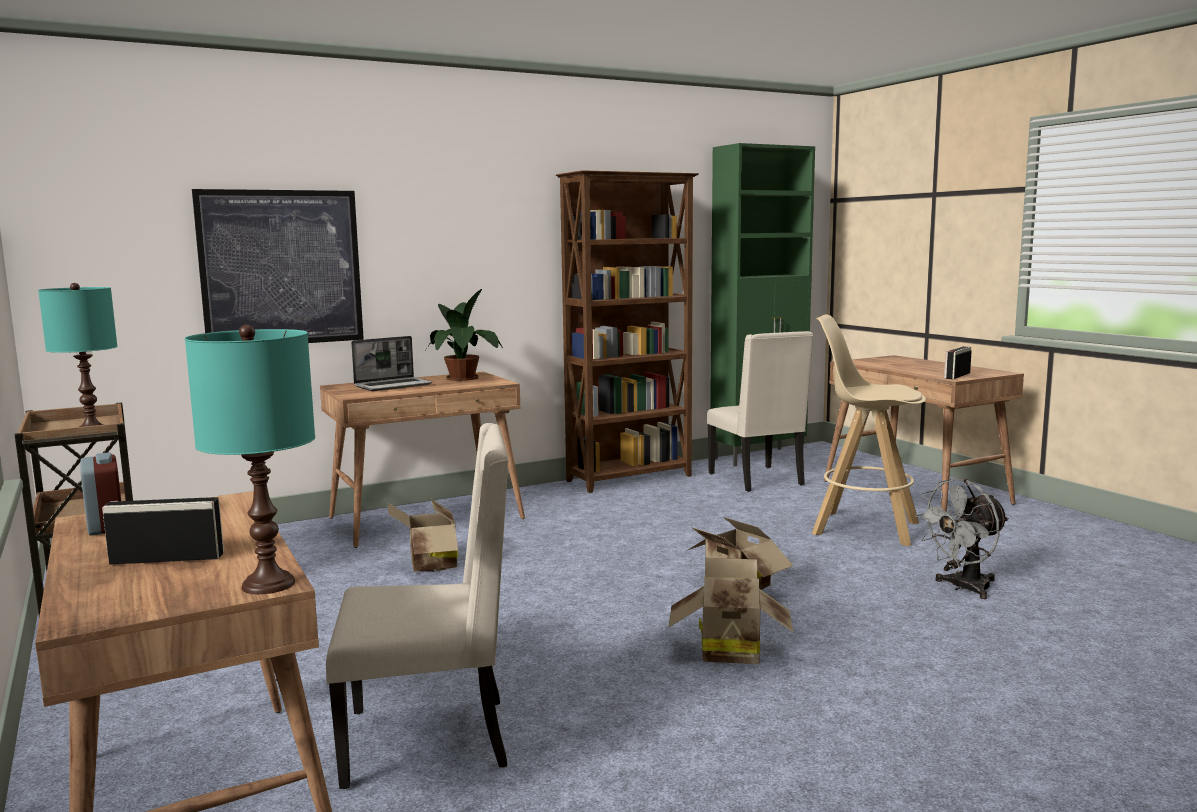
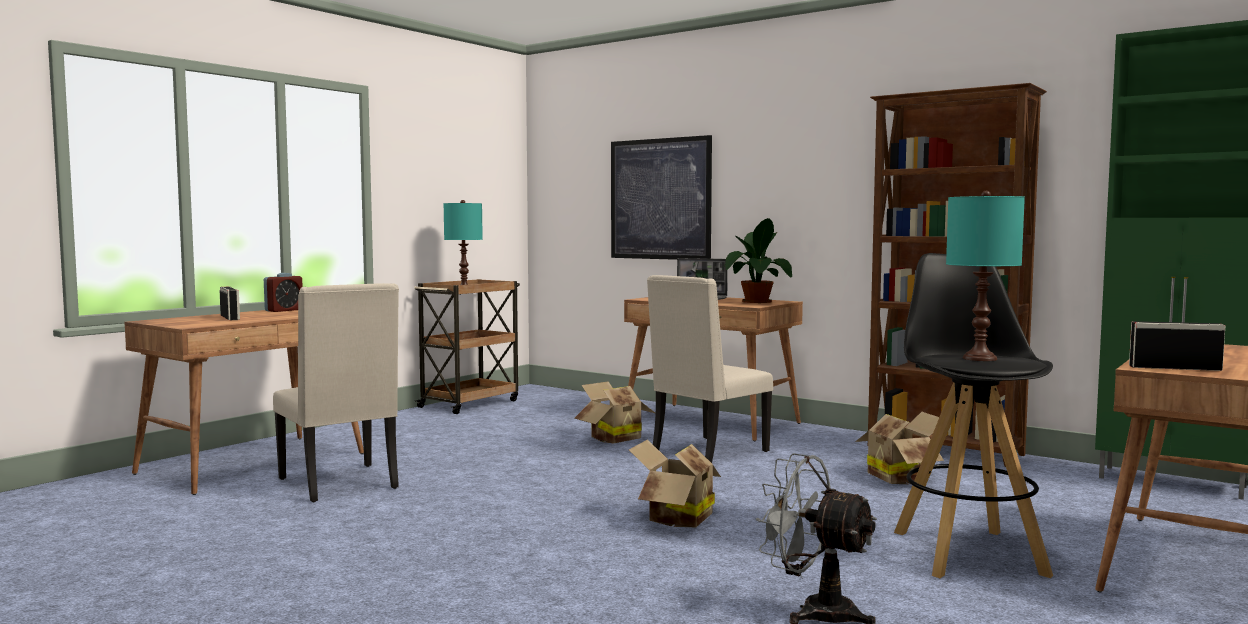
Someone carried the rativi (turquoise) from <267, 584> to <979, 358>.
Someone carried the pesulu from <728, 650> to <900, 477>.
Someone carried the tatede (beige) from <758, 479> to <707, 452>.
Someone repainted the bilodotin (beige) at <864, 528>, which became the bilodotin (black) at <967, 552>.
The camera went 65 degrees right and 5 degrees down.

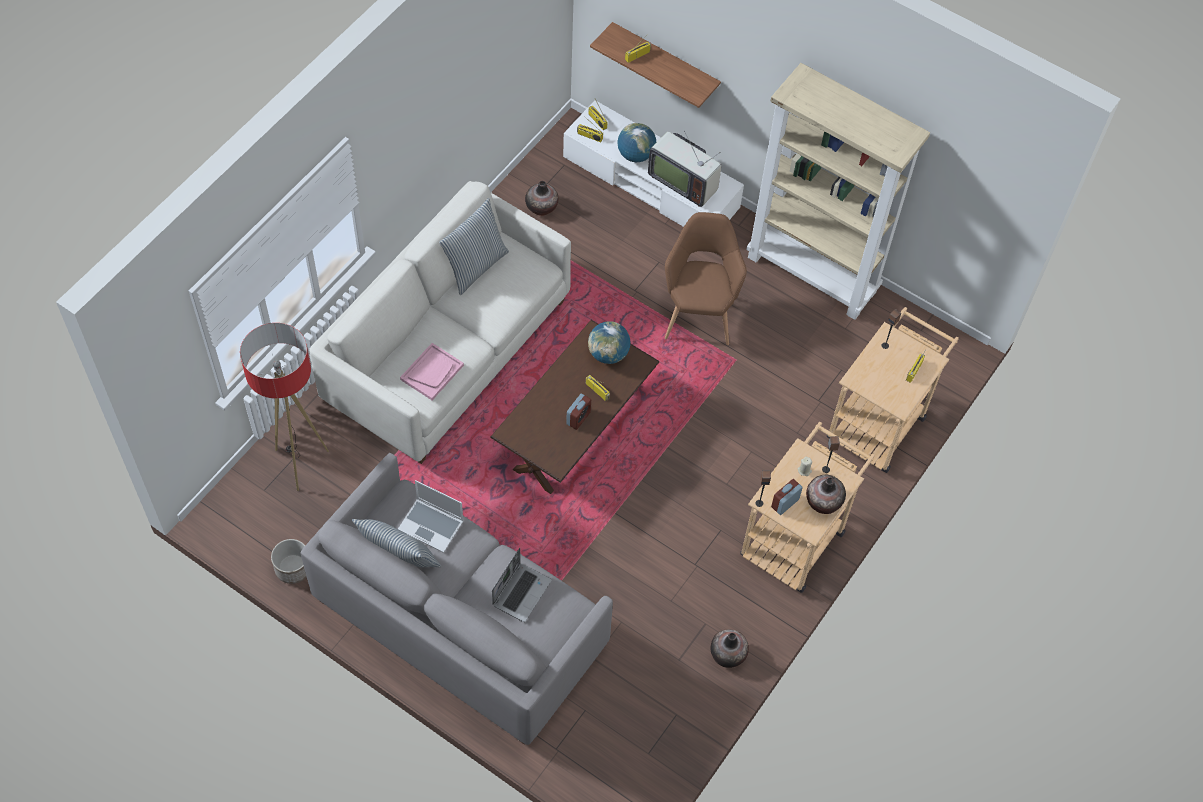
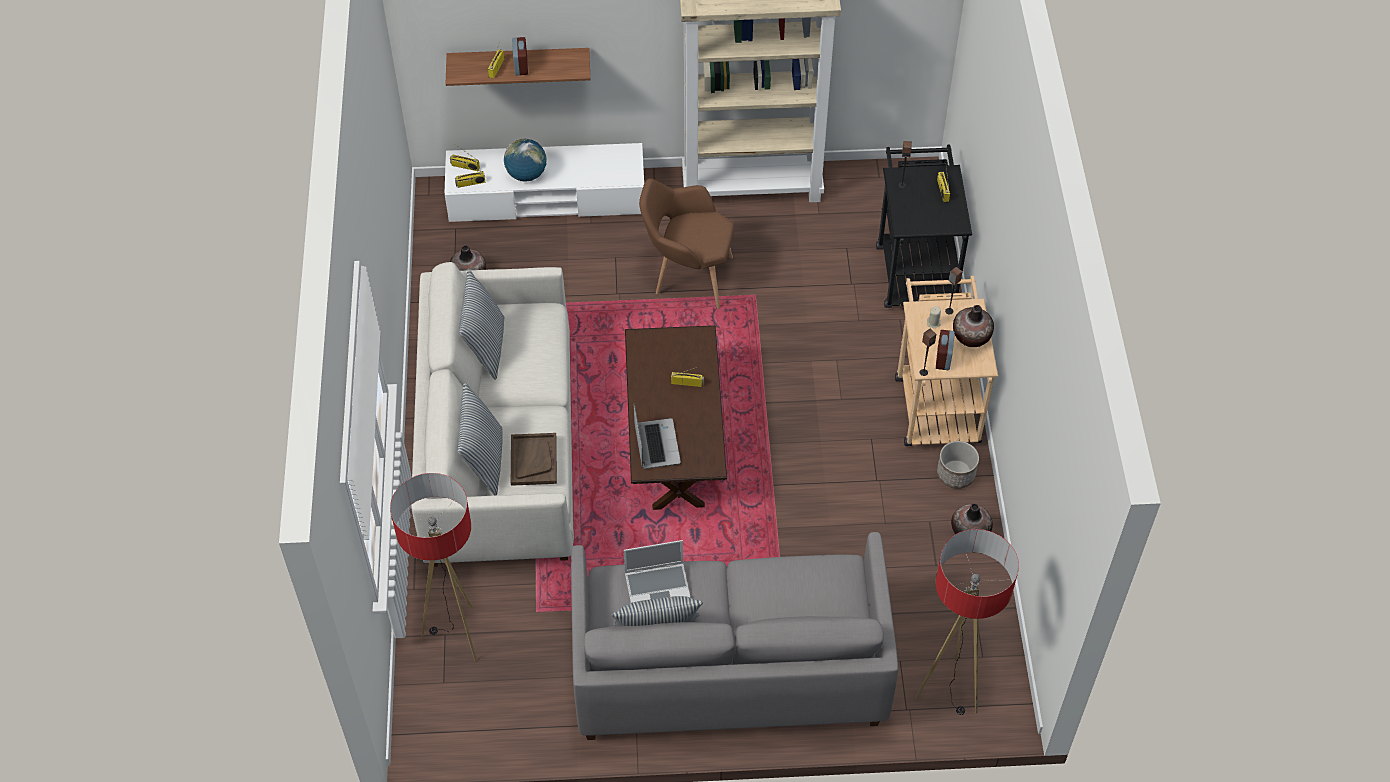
Someone carried the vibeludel from <293, 568> to <955, 474>.
Someone repainted the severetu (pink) at <432, 372>, which became the severetu (brown) at <533, 460>.
Someone carried the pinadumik from <521, 592> to <656, 444>.
Someone carried the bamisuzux from <578, 418> to <521, 66>.
Someone took away the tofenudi at <608, 354>.
Someone took away the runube at <683, 181>.
Someone rotated the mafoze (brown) at <699, 312> by 45 degrees counterclockwise.
Someone repainted the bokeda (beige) at <880, 421>, which became the bokeda (black) at <914, 267>.
Someone put down the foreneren at <484, 461>.
Someone put down the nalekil at <949, 690>.
The camera went 35 degrees left and 5 degrees down.

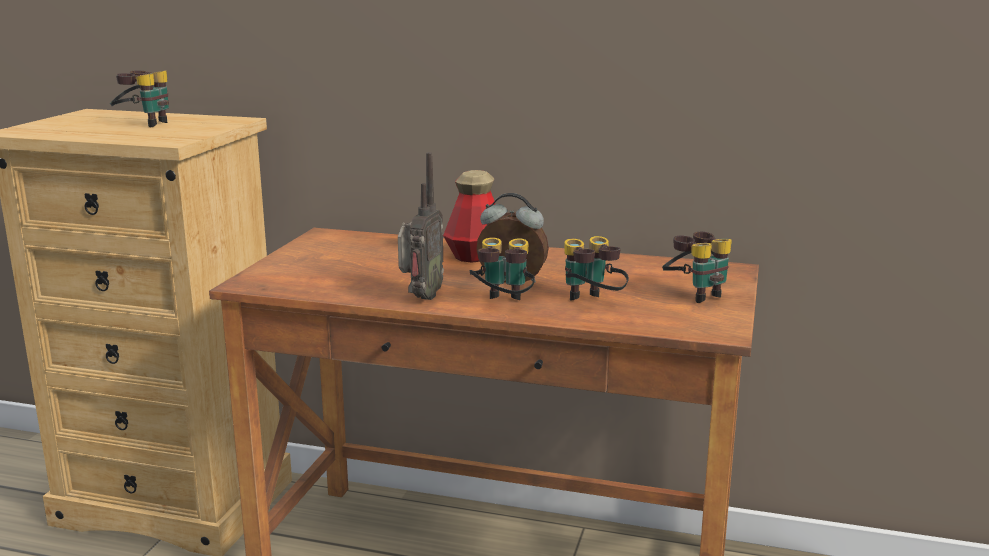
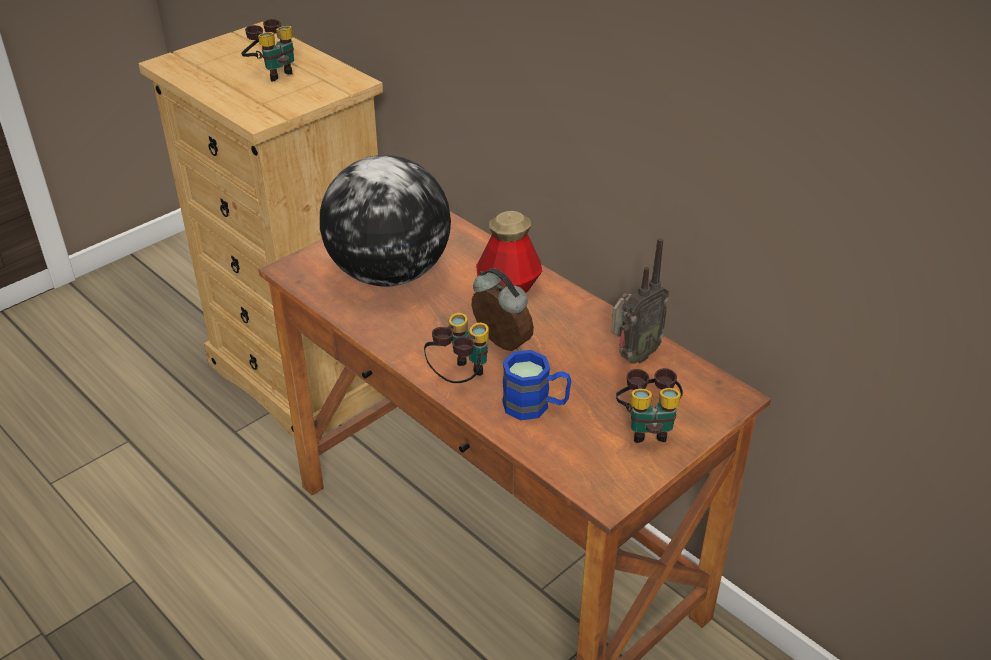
Someone carried the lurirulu from <420, 298> to <633, 356>.
Someone swapped the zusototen at <591, 304> for the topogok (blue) at <535, 405>.
Someone put down the tofenudi at <390, 274>.
The camera went 30 degrees right and 20 degrees up.

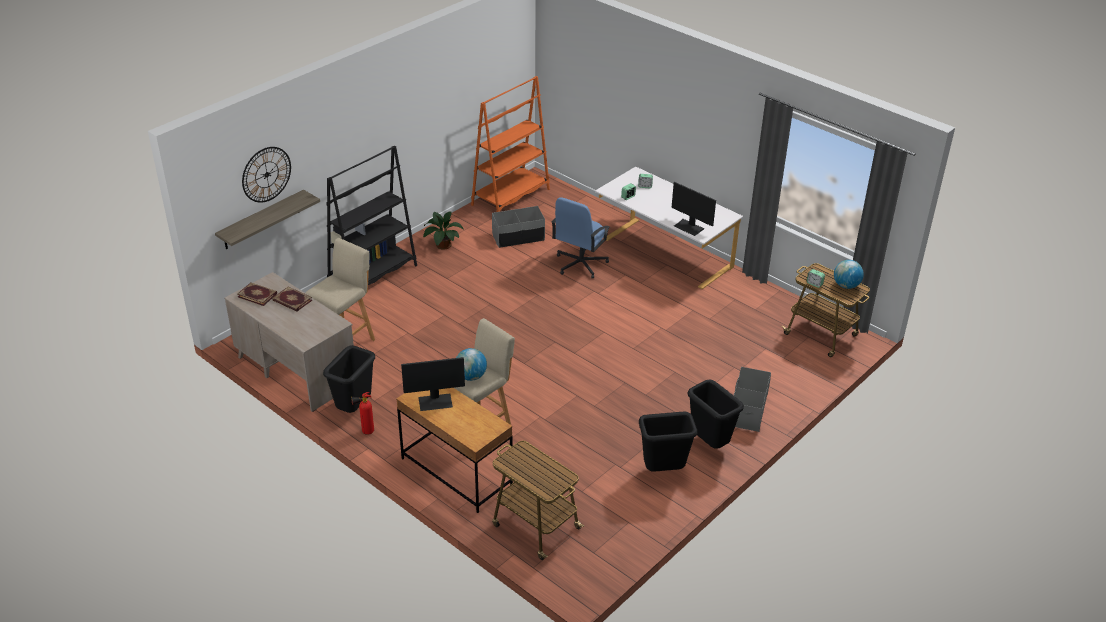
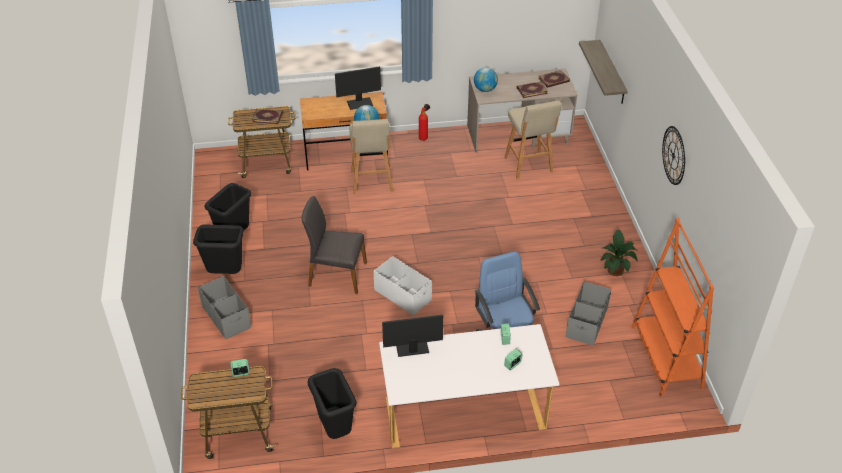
Someone carried the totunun from <266, 174> to <673, 155>.
Someone carried the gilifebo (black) from <354, 408> to <335, 430>.
Someone took away the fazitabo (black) at <373, 275>.
Someone rotated the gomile at <435, 402> by 135 degrees counterclockwise.
Someone carried the tofenudi from <846, 285> to <485, 89>.
Someone put down the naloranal at <267, 117>.
Someone put down the tatede (grey) at <336, 275>.
Someone put down the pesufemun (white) at <403, 295>.
The camera went 130 degrees right and 5 degrees up.

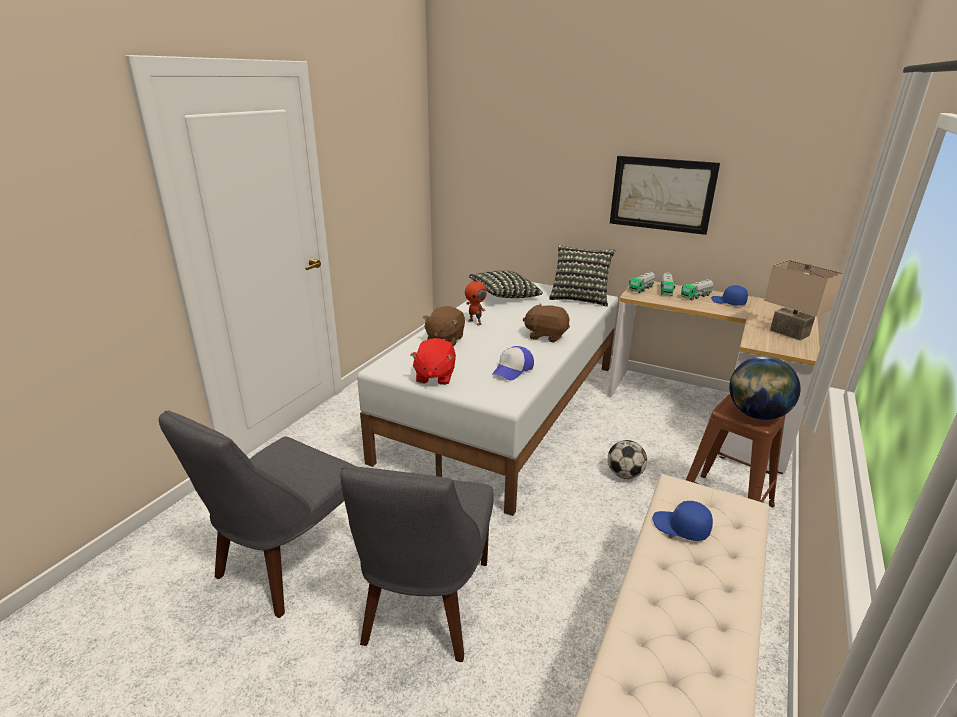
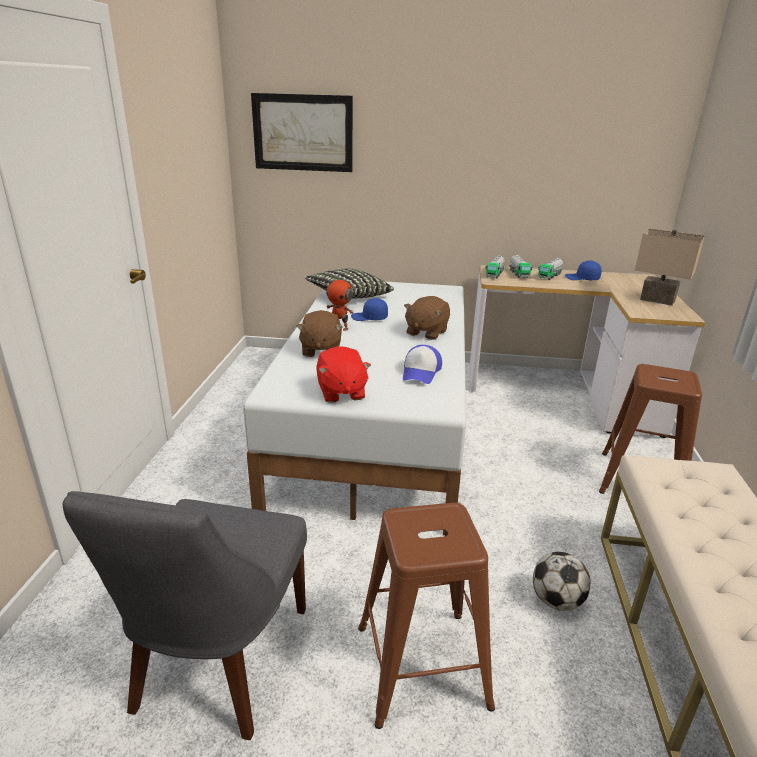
Someone swapped the tatede (grey) at <424, 606> for the bilodotin (brown) at <420, 667>.
Someone rotated the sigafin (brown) at <546, 336> by 60 degrees counterclockwise.
Someone took away the foreneren at <579, 298>.
Someone carried the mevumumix from <624, 474> to <556, 601>.
Someone carried the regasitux from <662, 194> to <303, 133>.
Someone carried the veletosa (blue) from <680, 527> to <369, 318>.
Someone took away the tofenudi at <756, 415>.
The camera went 20 degrees left and 0 degrees up.

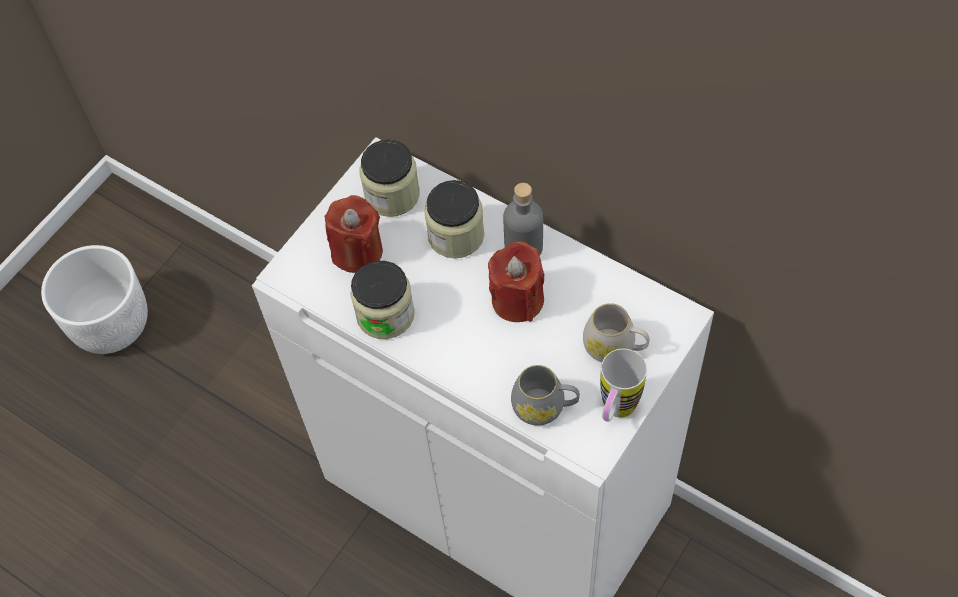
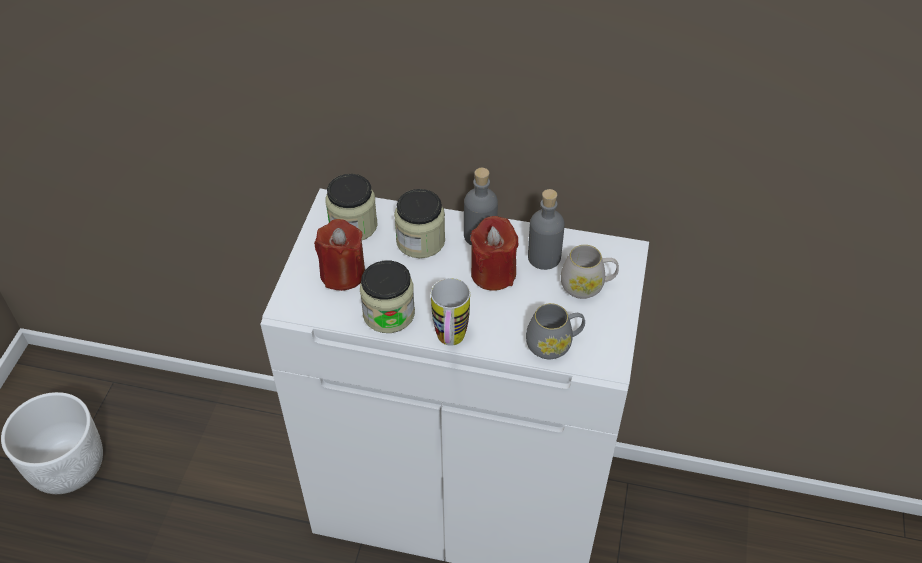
Someone carried the topogok from <615, 412> to <450, 342>.
Someone put down the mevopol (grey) at <544, 257>.
The camera went 25 degrees left and 10 degrees down.

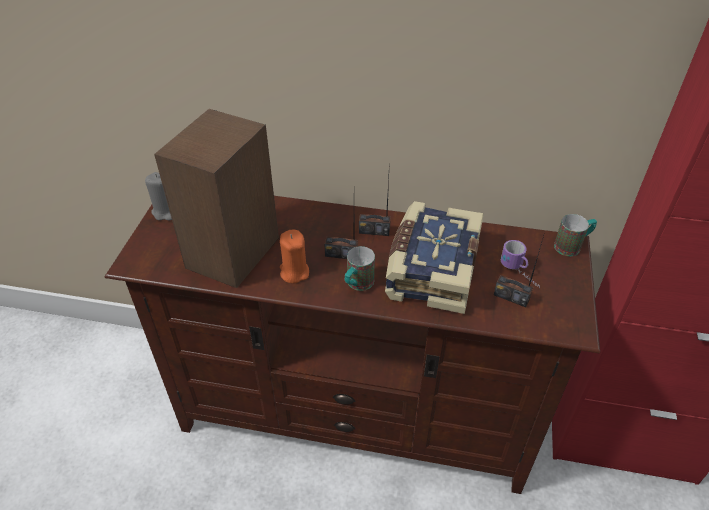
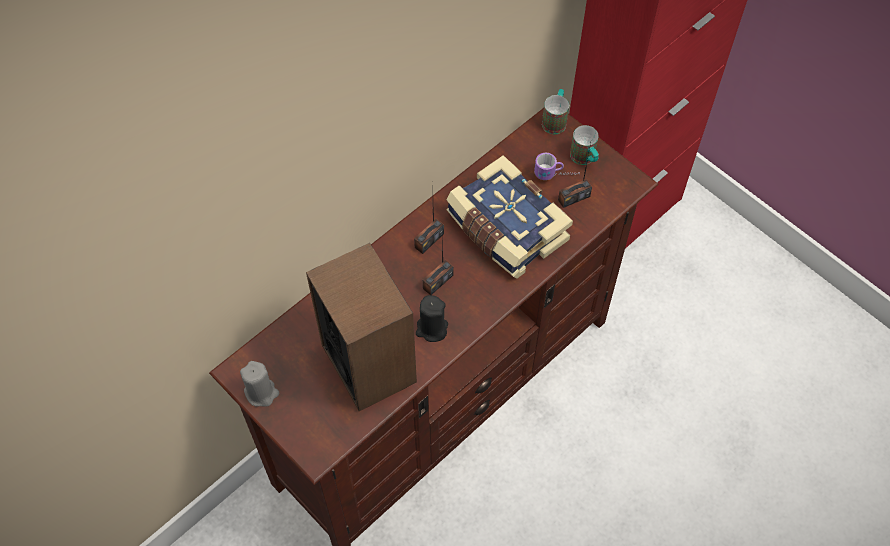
Someone repainted the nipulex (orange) at <294, 272>, which became the nipulex (black) at <431, 329>.
Someone carried the topogok from <357, 285> to <585, 159>.
The camera went 55 degrees left and 15 degrees up.

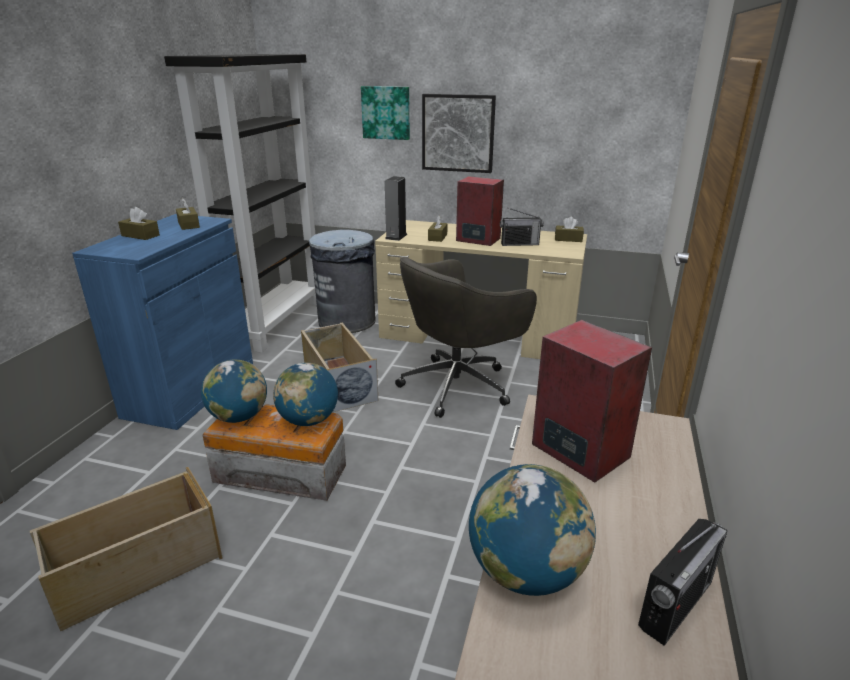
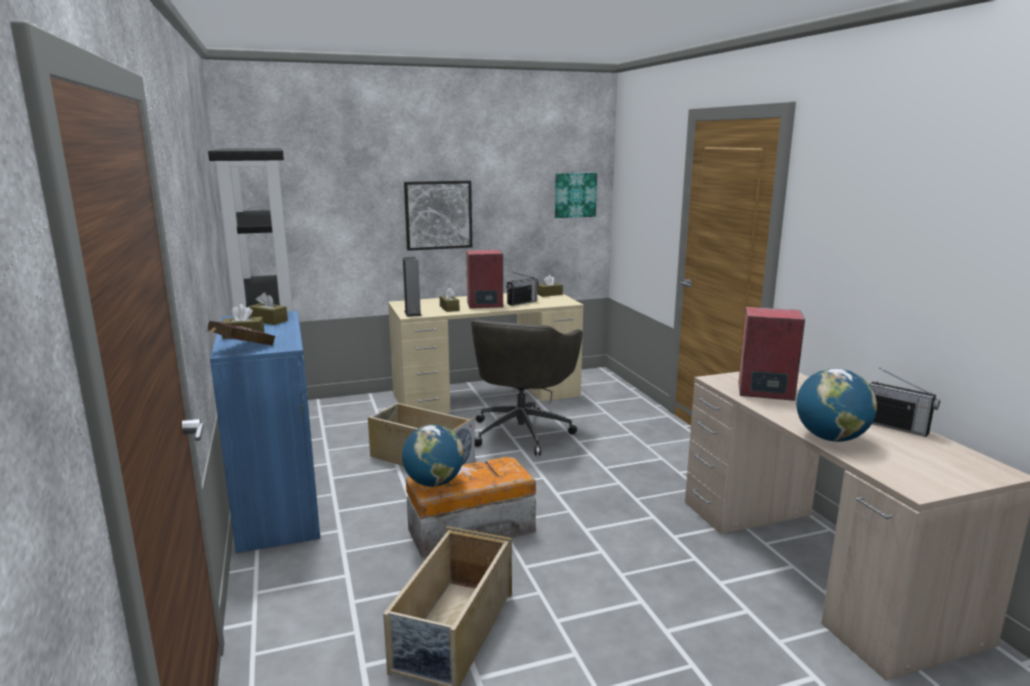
Someone took away the tofenudi at <308, 420>.
Someone took away the gilifebo (grey) at <347, 322>.
Someone carried the regasitux from <386, 112> to <574, 195>.
Someone rotated the lurirulu at <675, 604> by 120 degrees clockwise.
Someone put down the naloranal (red) at <240, 348>.
The camera went 35 degrees left and 10 degrees down.

